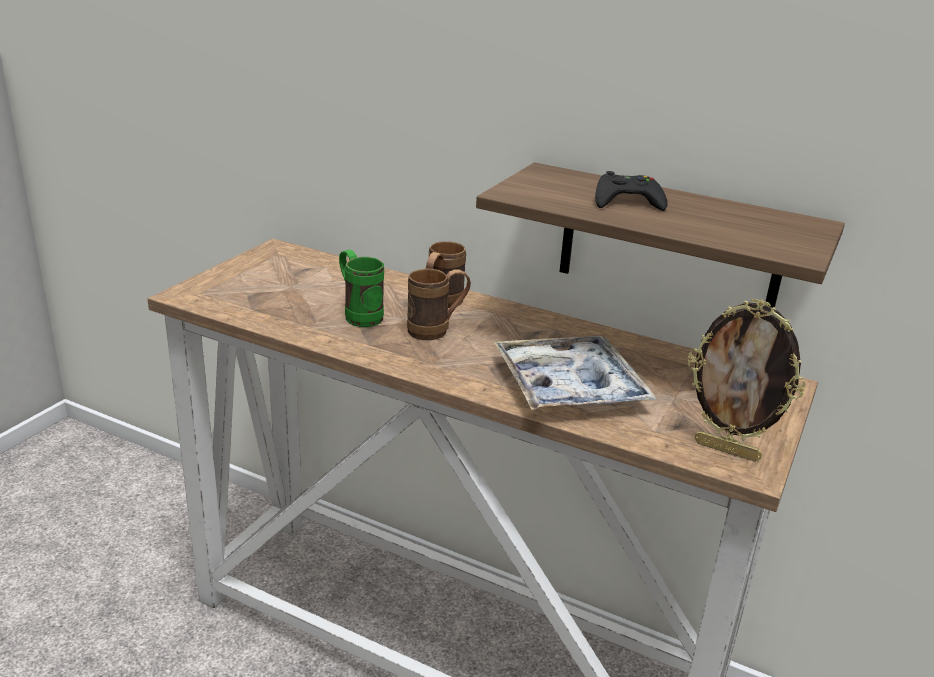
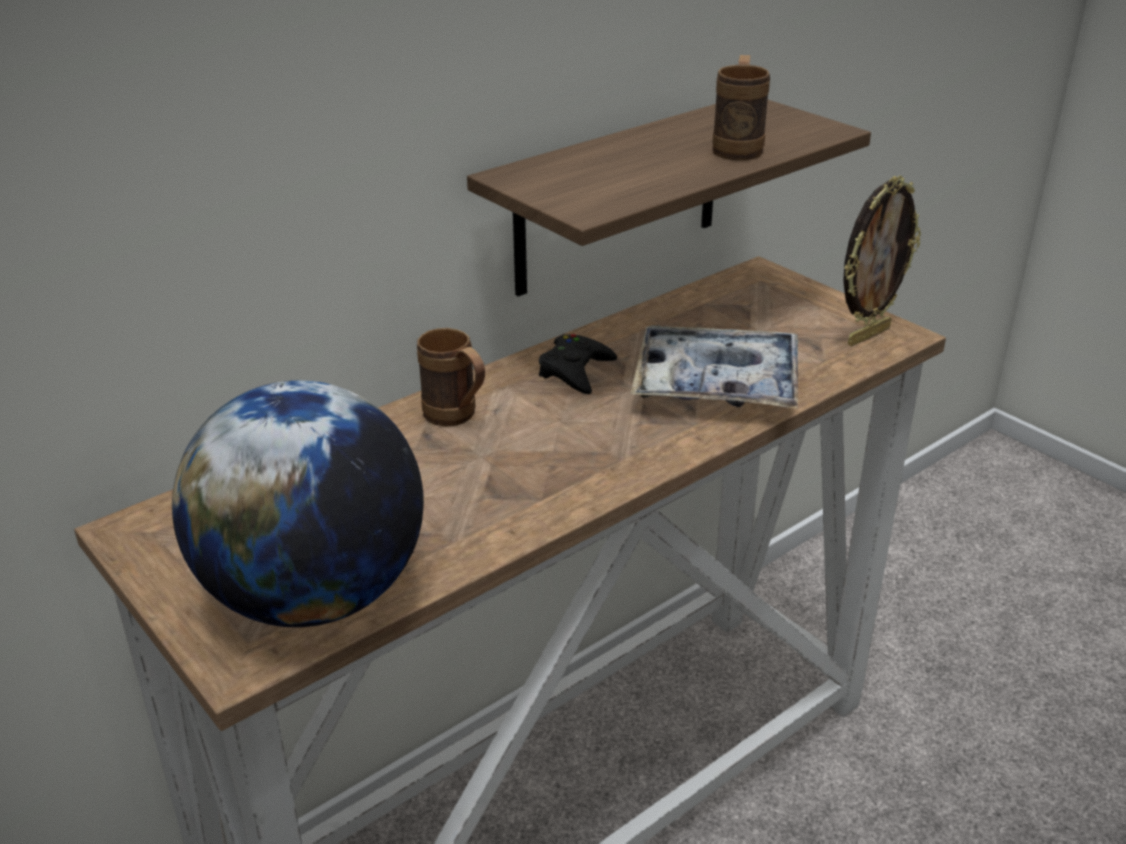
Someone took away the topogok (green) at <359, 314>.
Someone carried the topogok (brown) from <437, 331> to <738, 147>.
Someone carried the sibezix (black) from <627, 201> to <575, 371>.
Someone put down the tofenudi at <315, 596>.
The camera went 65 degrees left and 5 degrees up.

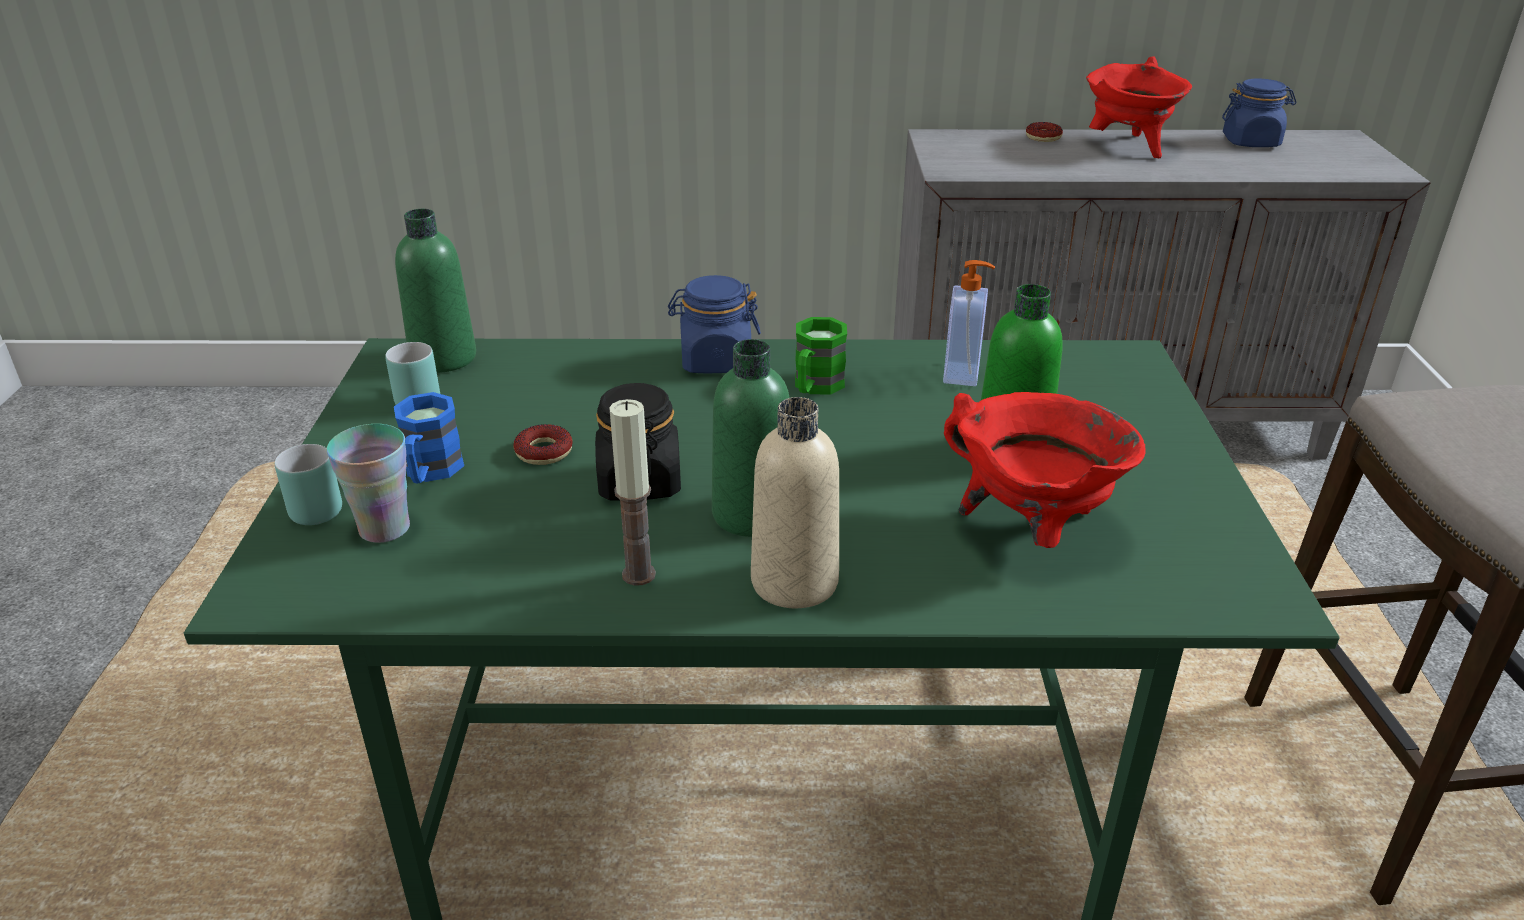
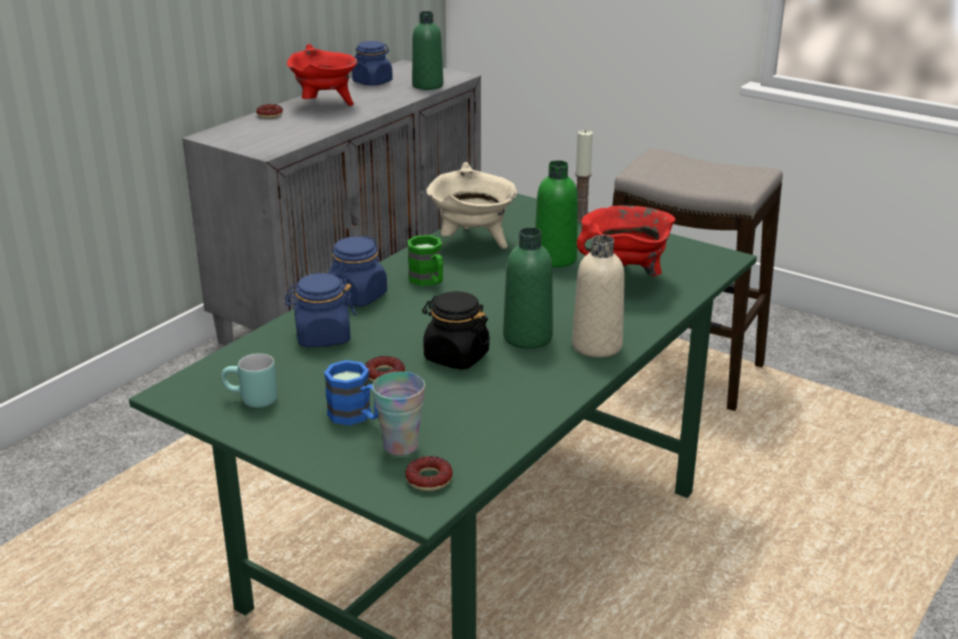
Someone took away the topogok (turquoise) at <312, 507>.
Someone carried the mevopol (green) from <443, 358> to <427, 86>.
Someone carried the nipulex from <638, 574> to <581, 219>.
Someone swapped the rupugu at <963, 374> for the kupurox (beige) at <473, 243>.
Someone put down the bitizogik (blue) at <322, 337>.
Someone put down the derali at <429, 479>.
The camera went 55 degrees left and 5 degrees down.

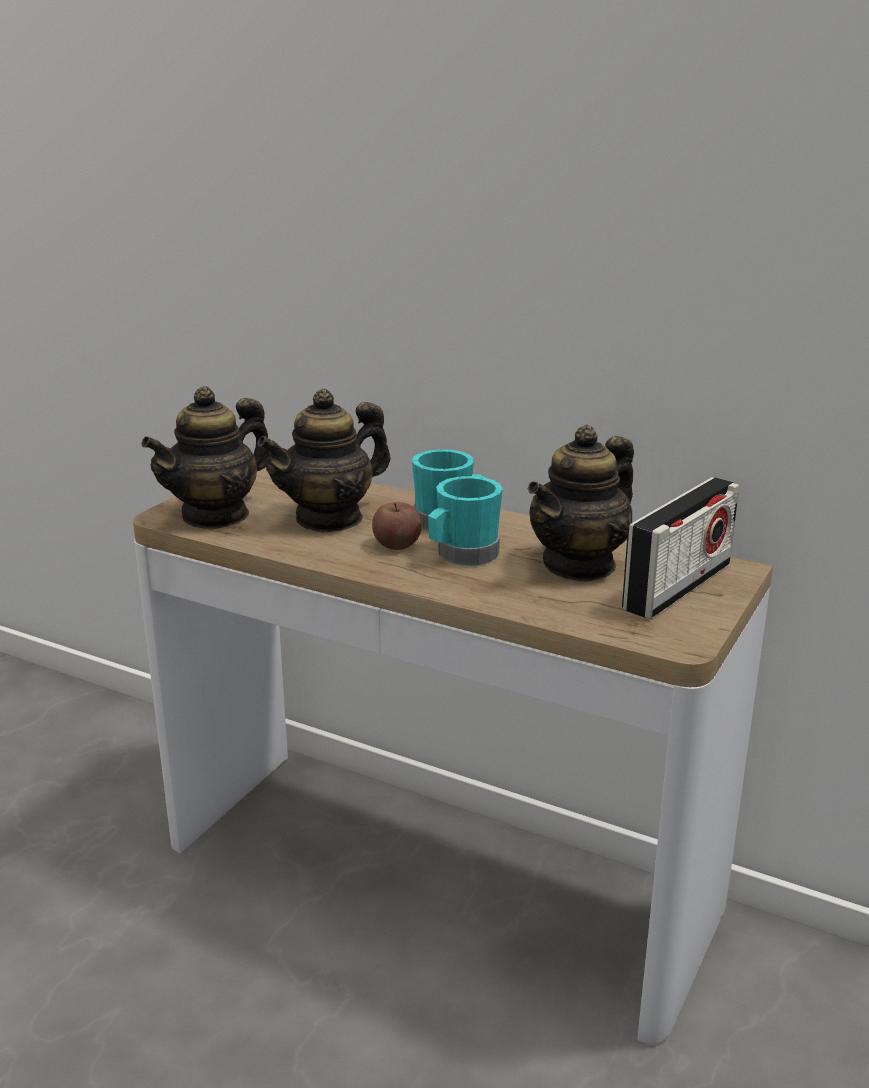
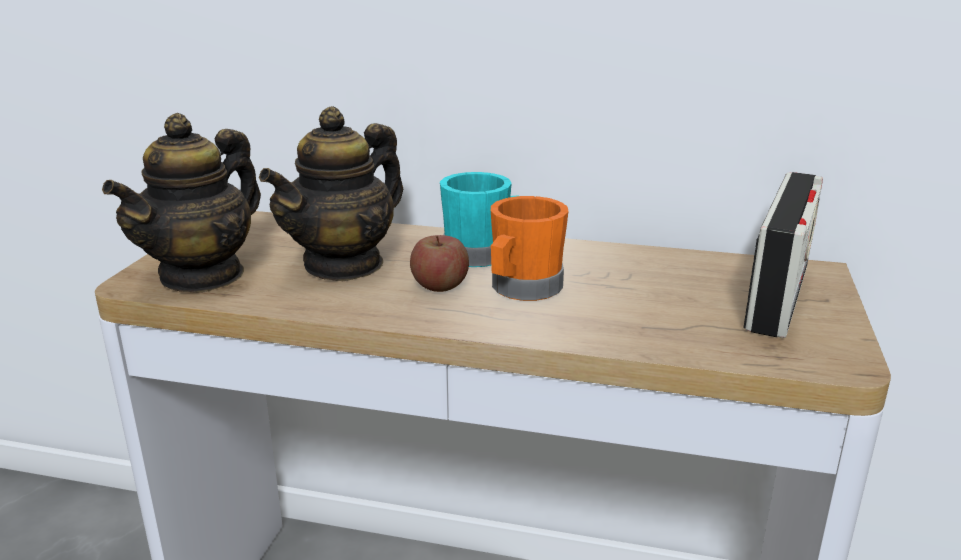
Someone repainted the topogok (turquoise) at <462, 555>, which became the topogok (orange) at <522, 289>.
Someone took away the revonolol at <579, 565>.
The camera went 15 degrees left and 0 degrees up.

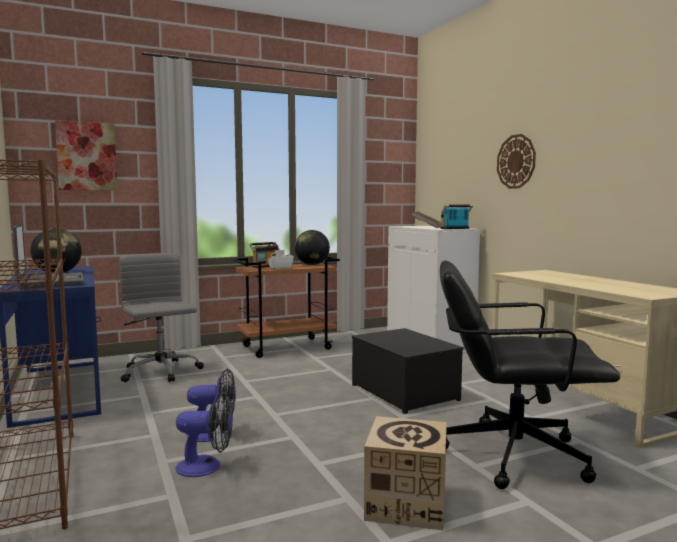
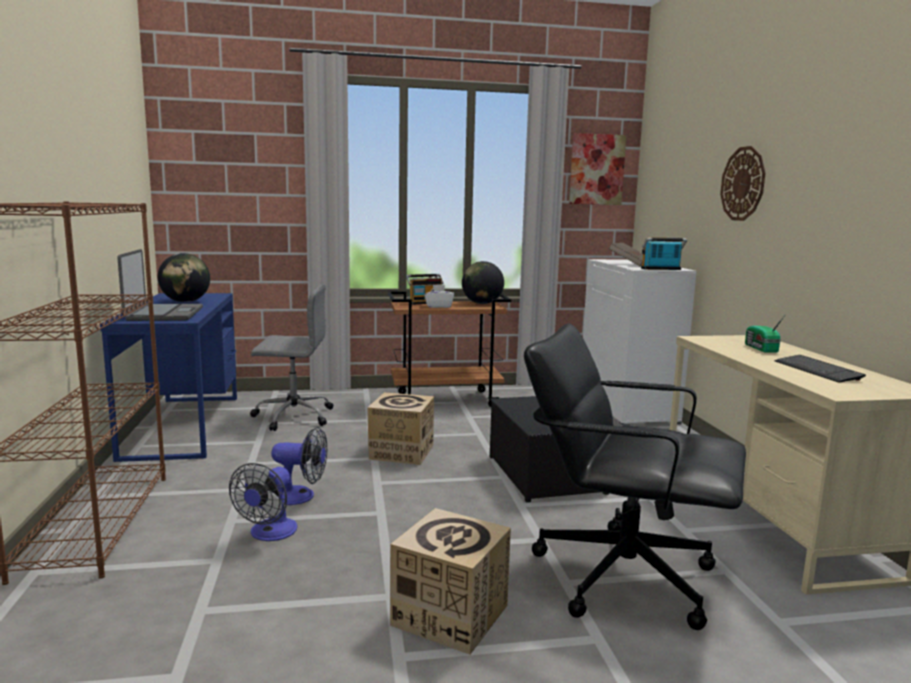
Someone carried the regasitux from <87, 156> to <596, 169>.
Someone rotated the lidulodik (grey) at <161, 372> by 105 degrees clockwise.
Someone rotated the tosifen at <206, 466> by 90 degrees clockwise.
Someone put down the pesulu at <401, 452>.
Someone put down the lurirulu at <760, 349>.
Someone put down the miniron at <817, 370>.
The camera went 15 degrees right and 5 degrees up.

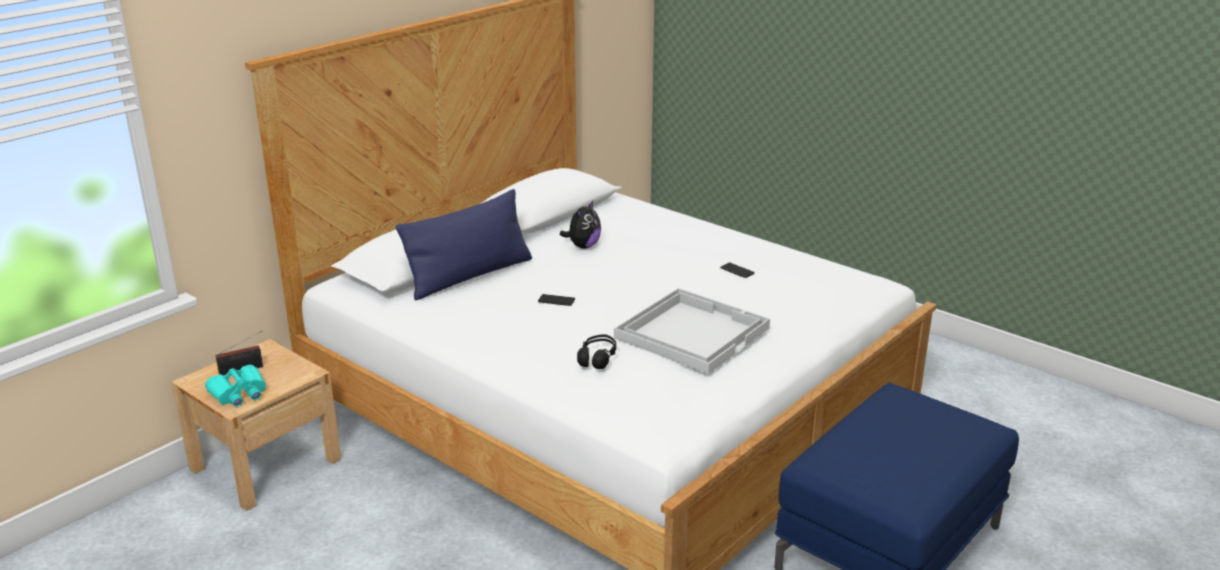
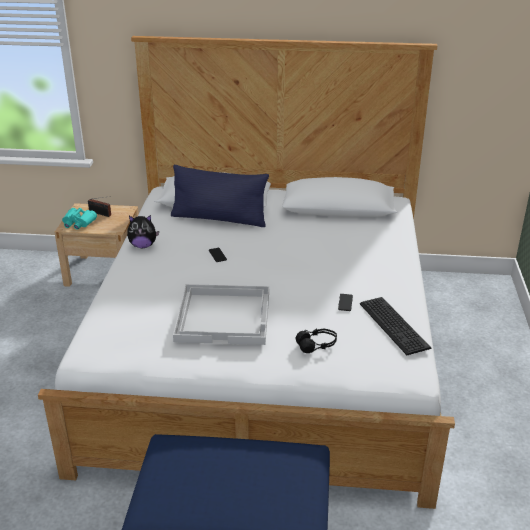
Someone carried the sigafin from <583, 246> to <143, 246>.
Someone carried the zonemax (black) from <597, 358> to <316, 345>.
Someone put down the miniron at <394, 324>.
The camera went 55 degrees right and 5 degrees up.

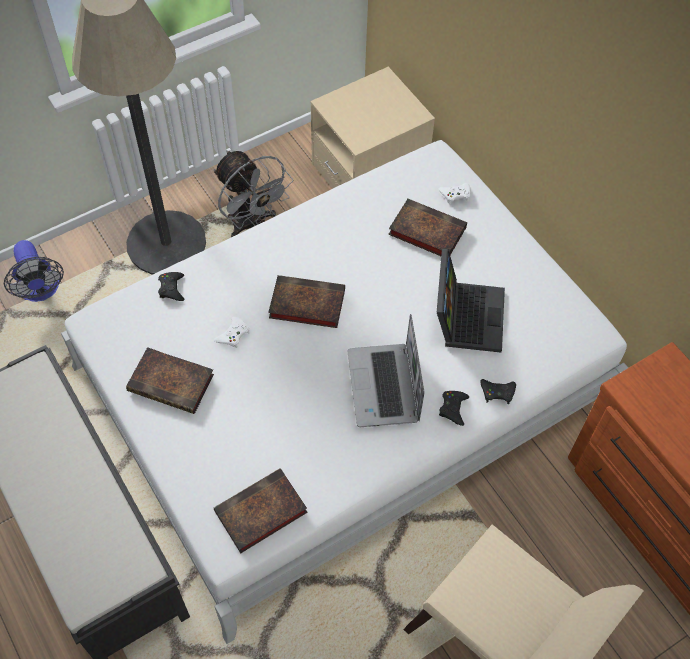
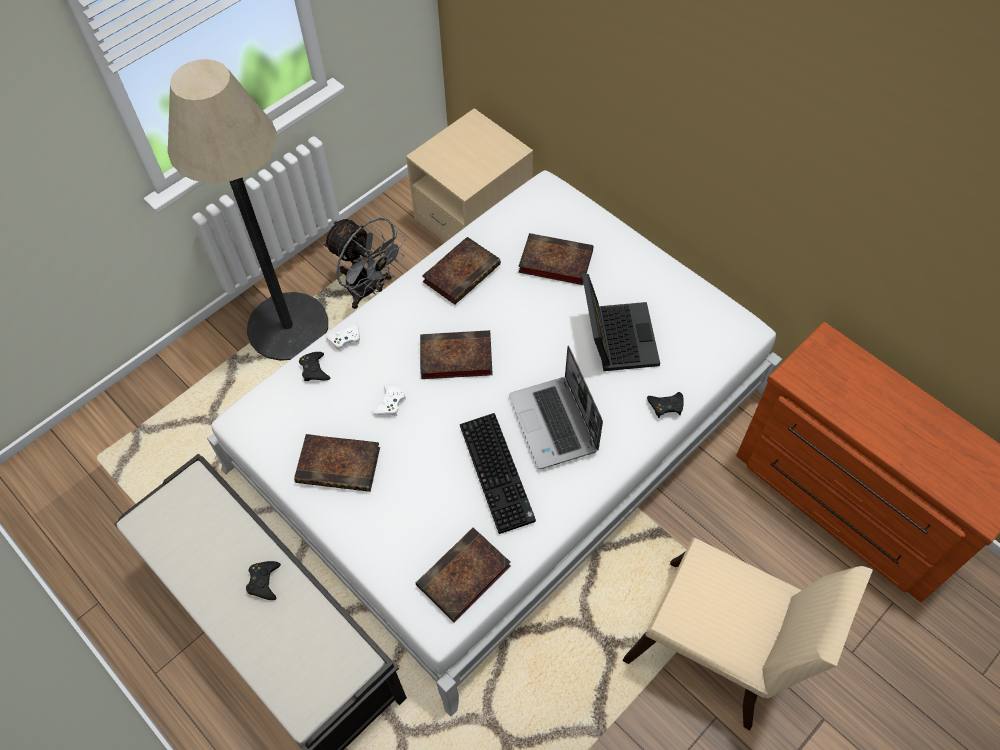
Someone took away the tosifen at <41, 291>.
Someone carried the sibezix (white) from <455, 195> to <345, 338>.
Someone carried the sibezix (black) from <453, 408> to <264, 582>.
Someone put down the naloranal at <462, 272>.
Someone put down the miniron at <499, 473>.
The camera went 10 degrees left and 0 degrees up.

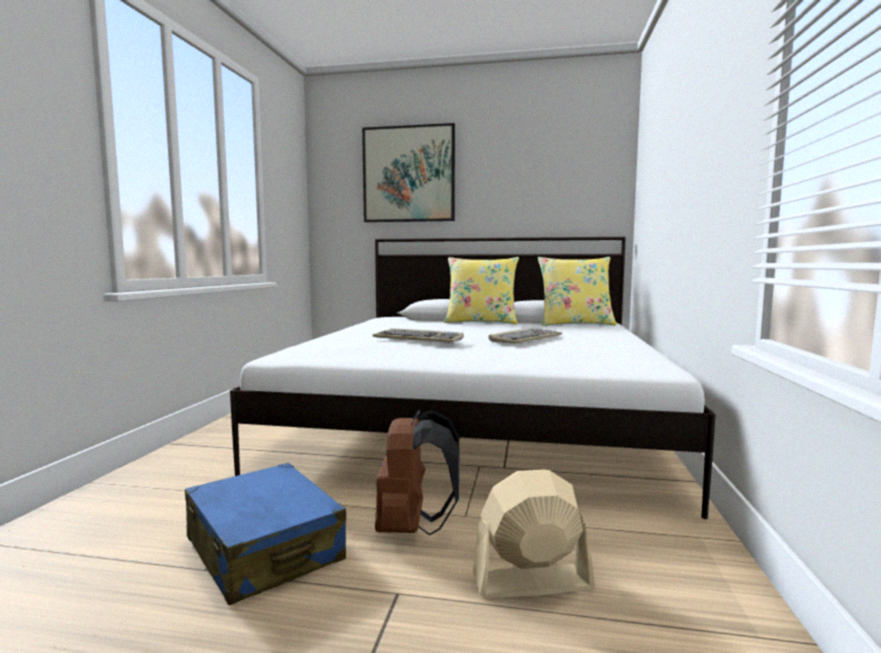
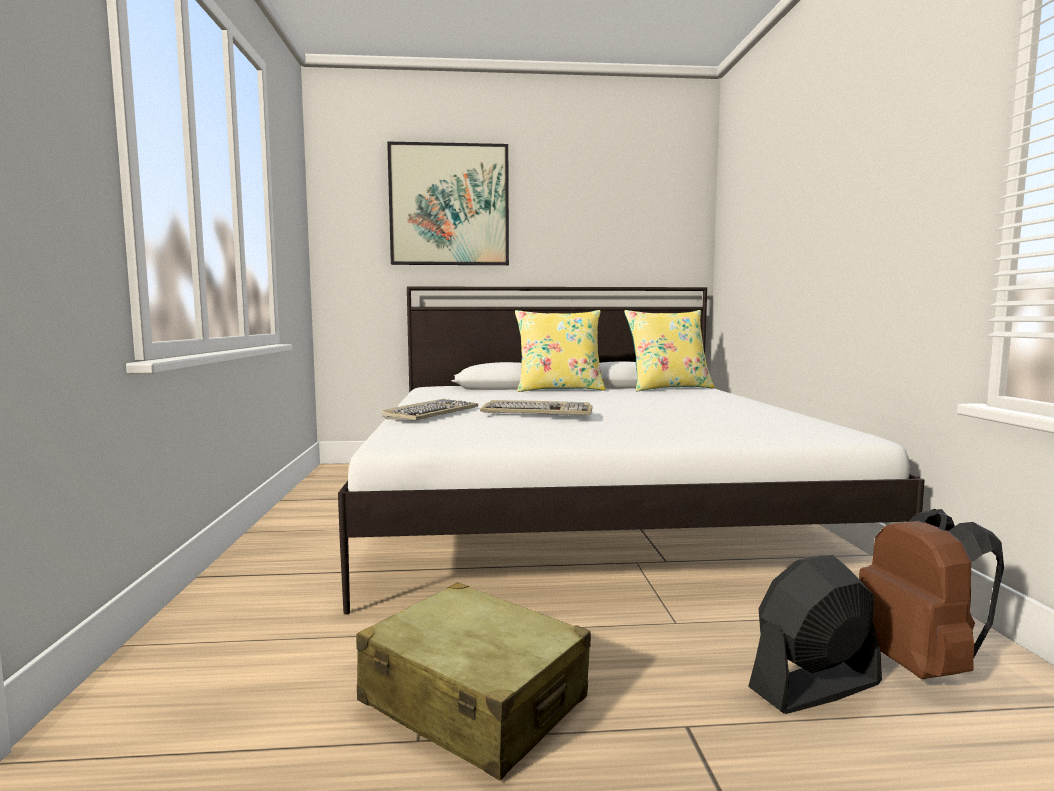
Someone repainted the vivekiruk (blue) at <264, 550>, which became the vivekiruk (beige) at <474, 701>.
Someone carried the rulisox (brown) from <413, 528> to <920, 666>.
Someone repainted the tosifen (beige) at <531, 581>, which became the tosifen (black) at <814, 686>.
Someone carried the miniron from <525, 339> to <431, 414>.
The camera went 15 degrees left and 0 degrees up.

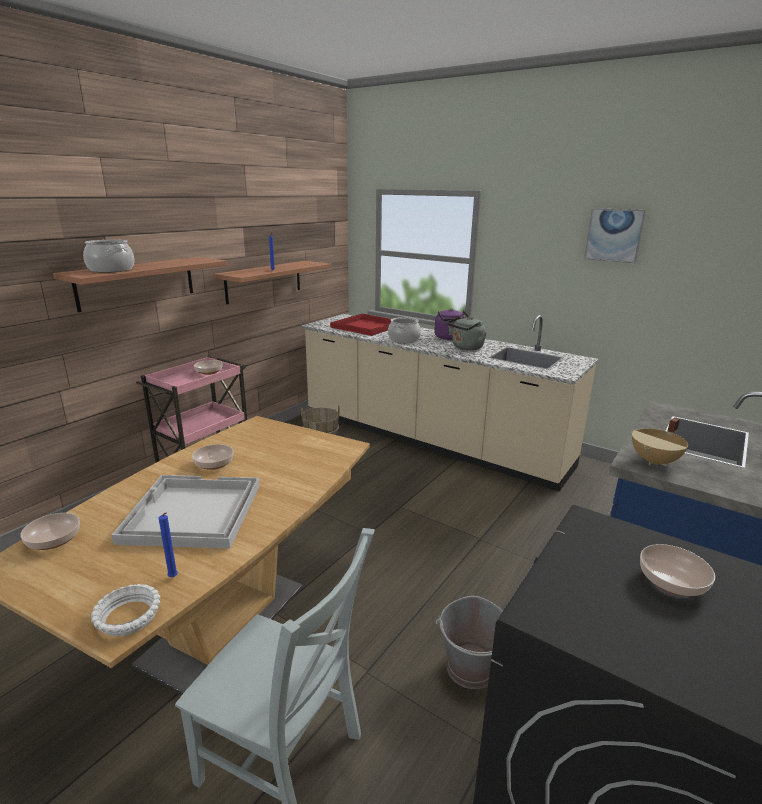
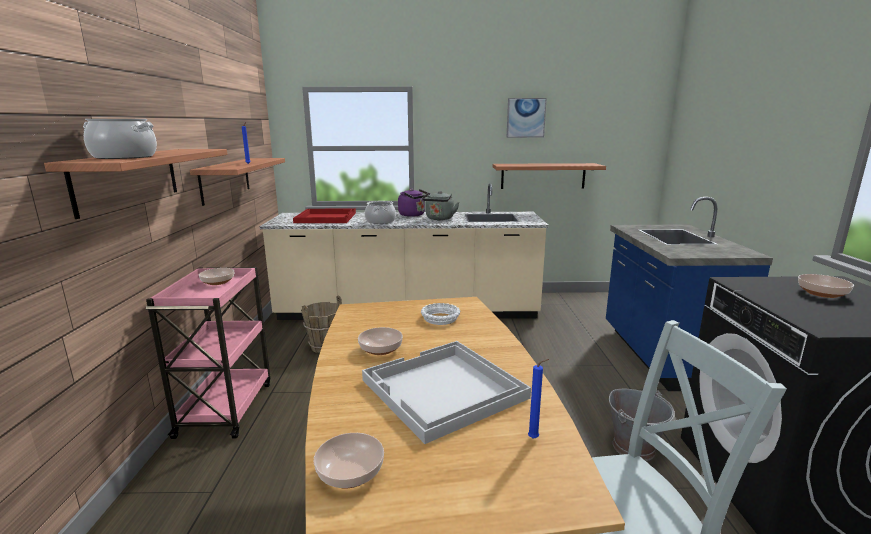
Someone carried the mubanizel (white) from <129, 616> to <440, 318>.
Someone took away the kupurox (beige) at <655, 461>.
Someone put up the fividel at <543, 176>.
The camera went 35 degrees left and 5 degrees down.

